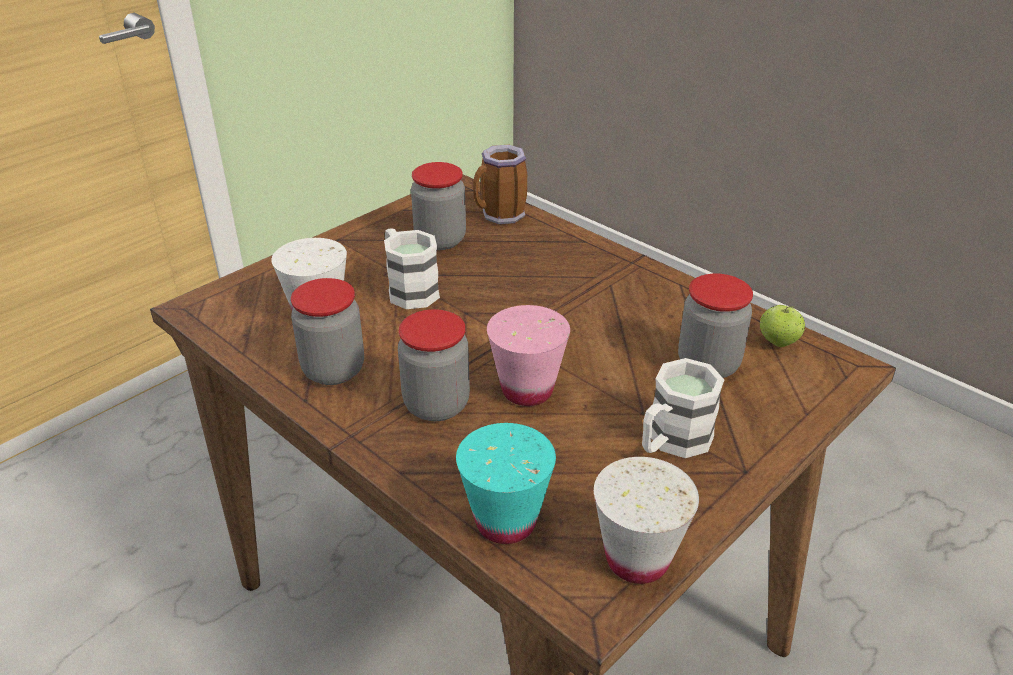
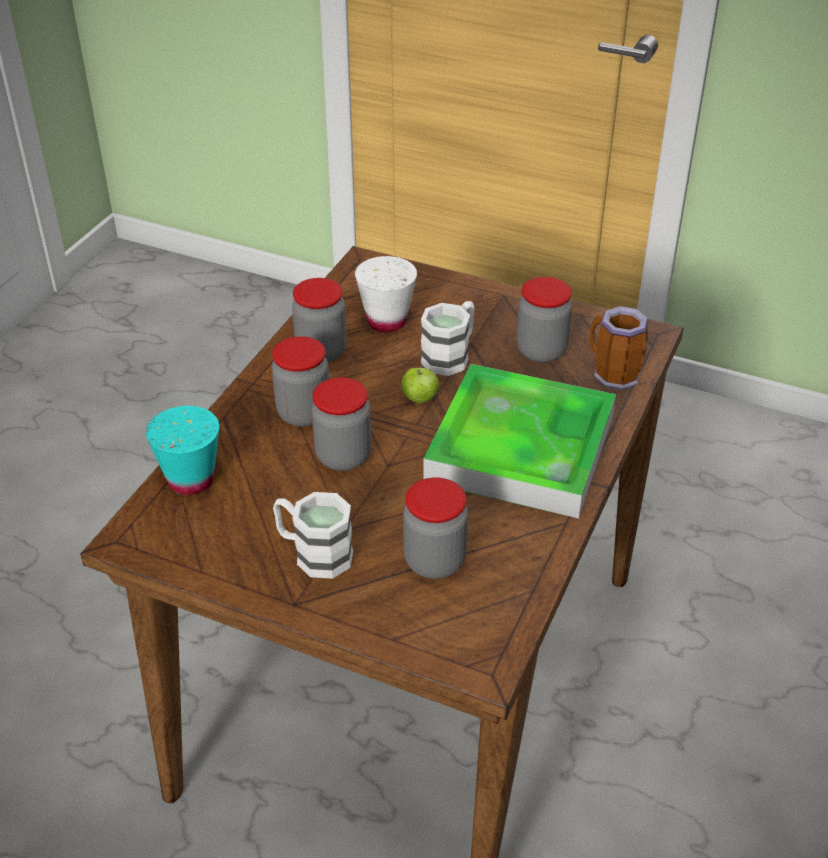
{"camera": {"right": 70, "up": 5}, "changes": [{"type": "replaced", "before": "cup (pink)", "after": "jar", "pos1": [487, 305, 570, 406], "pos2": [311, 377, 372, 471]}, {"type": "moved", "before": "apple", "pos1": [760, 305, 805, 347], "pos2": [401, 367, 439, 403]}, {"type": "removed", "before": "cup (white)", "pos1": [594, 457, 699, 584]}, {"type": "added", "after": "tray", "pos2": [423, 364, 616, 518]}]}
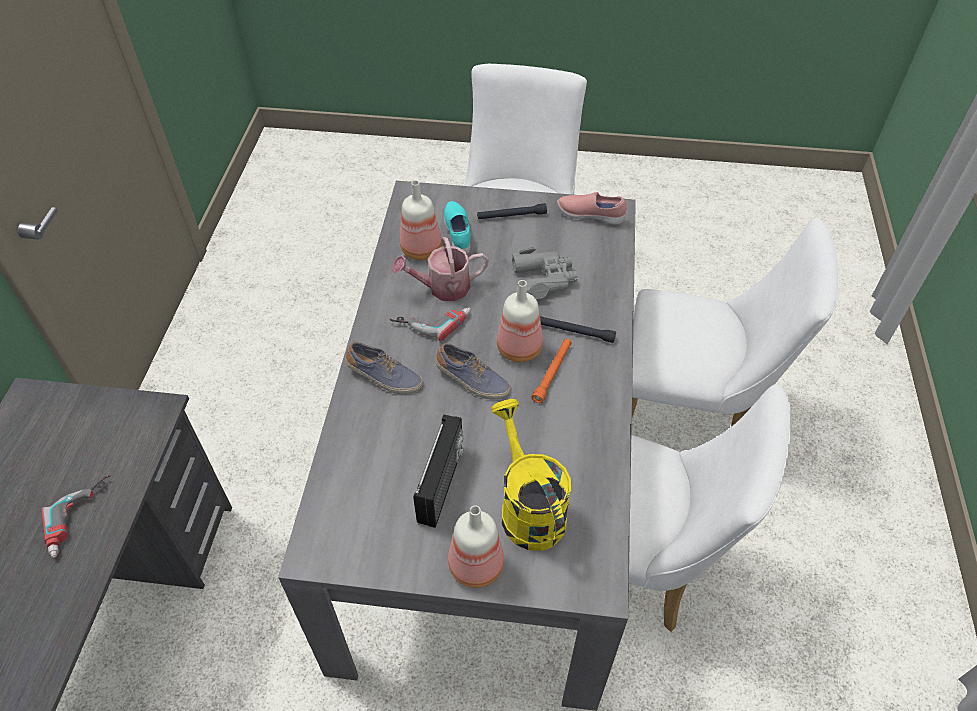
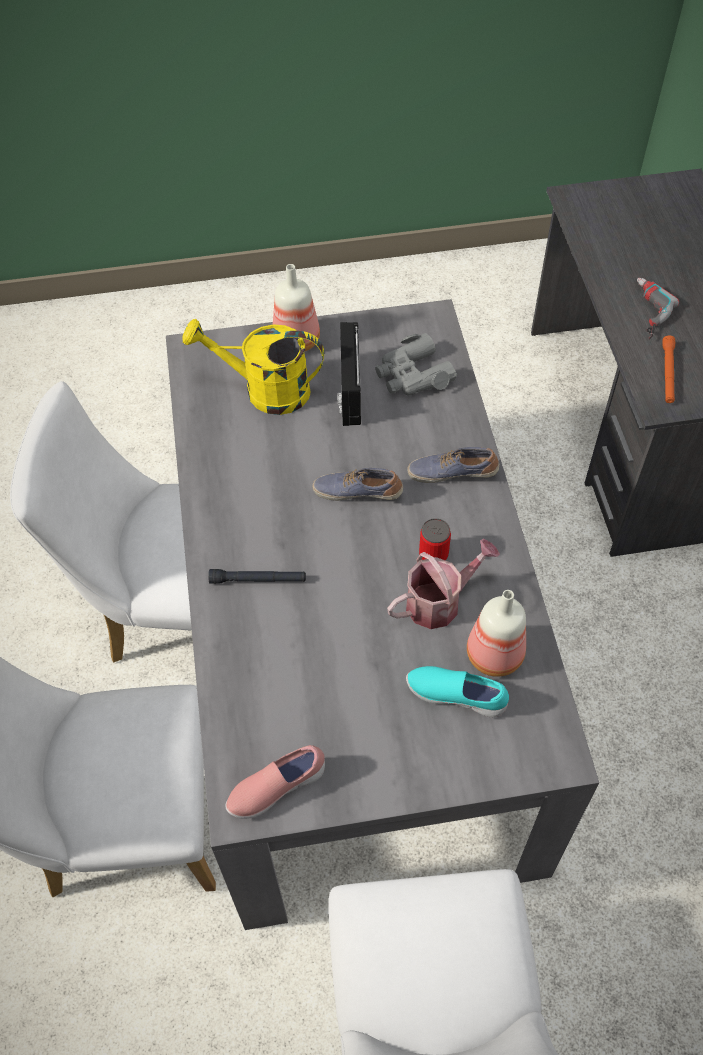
{"camera": {"right": 165, "up": 5}, "changes": [{"type": "turned", "before": "shoe (pink)", "pos1": [557, 192, 627, 225], "pos2": [226, 745, 325, 819], "turn": 150}, {"type": "turned", "before": "shoe (turquoise)", "pos1": [444, 201, 471, 254], "pos2": [406, 666, 509, 717], "turn": 135}, {"type": "removed", "before": "flashlight (black)", "pos1": [477, 203, 547, 219]}, {"type": "moved", "before": "binoculars (grey)", "pos1": [512, 247, 577, 299], "pos2": [375, 333, 457, 395]}, {"type": "removed", "before": "bottle", "pos1": [497, 280, 543, 362]}, {"type": "replaced", "before": "power drill", "after": "can", "pos1": [389, 307, 471, 341], "pos2": [419, 518, 451, 561]}, {"type": "moved", "before": "flashlight (orange)", "pos1": [532, 339, 572, 403], "pos2": [662, 335, 675, 403]}, {"type": "turned", "before": "watering can (yellow)", "pos1": [491, 399, 571, 551], "pos2": [182, 319, 324, 415], "turn": 135}]}
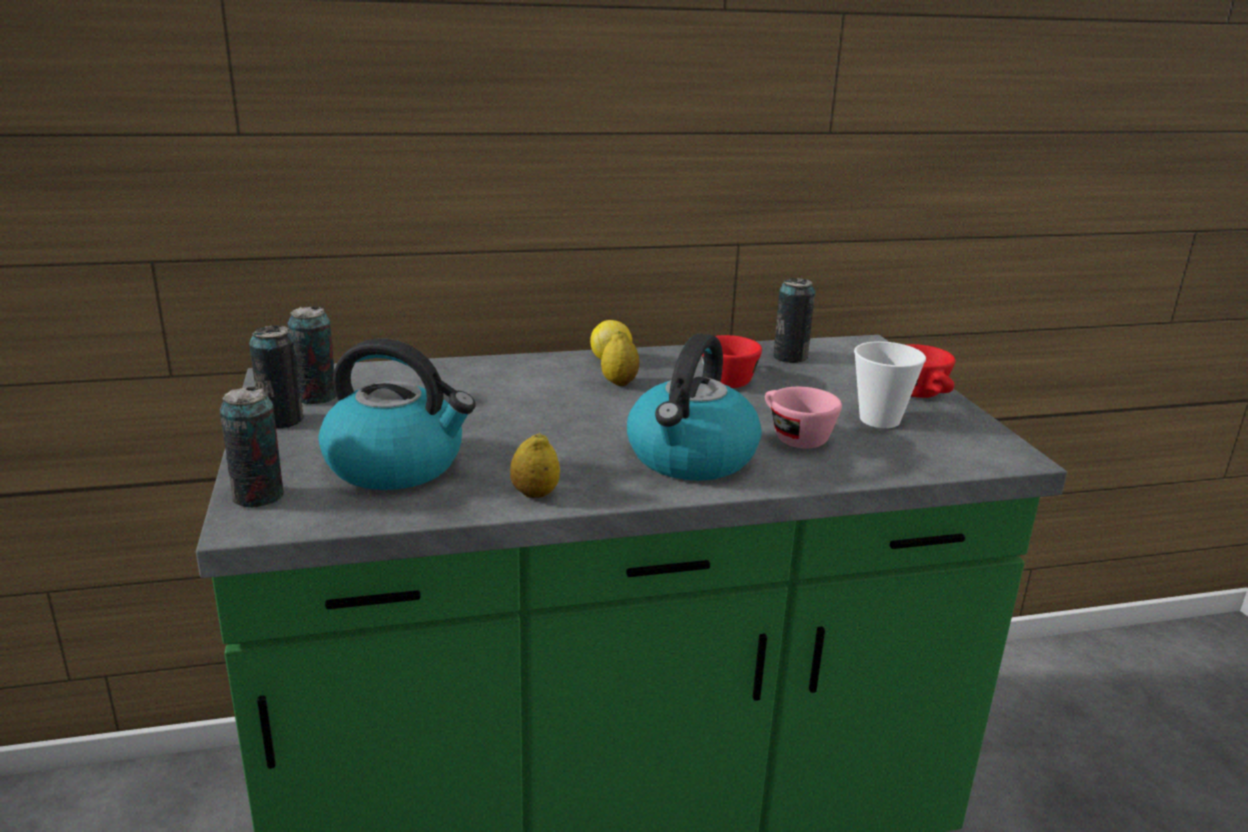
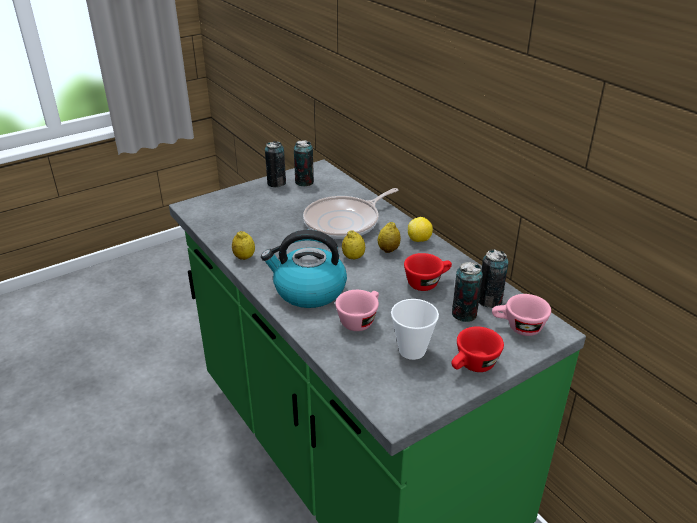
{"camera": {"right": 70, "up": 10}, "changes": [{"type": "removed", "before": "kettle", "pos1": [319, 338, 476, 490]}, {"type": "moved", "before": "can", "pos1": [219, 387, 284, 508], "pos2": [452, 262, 483, 322]}, {"type": "added", "after": "frying pan", "pos2": [303, 188, 398, 240]}, {"type": "added", "after": "lemon", "pos2": [342, 230, 365, 260]}, {"type": "added", "after": "cup (pink)", "pos2": [492, 294, 551, 336]}]}
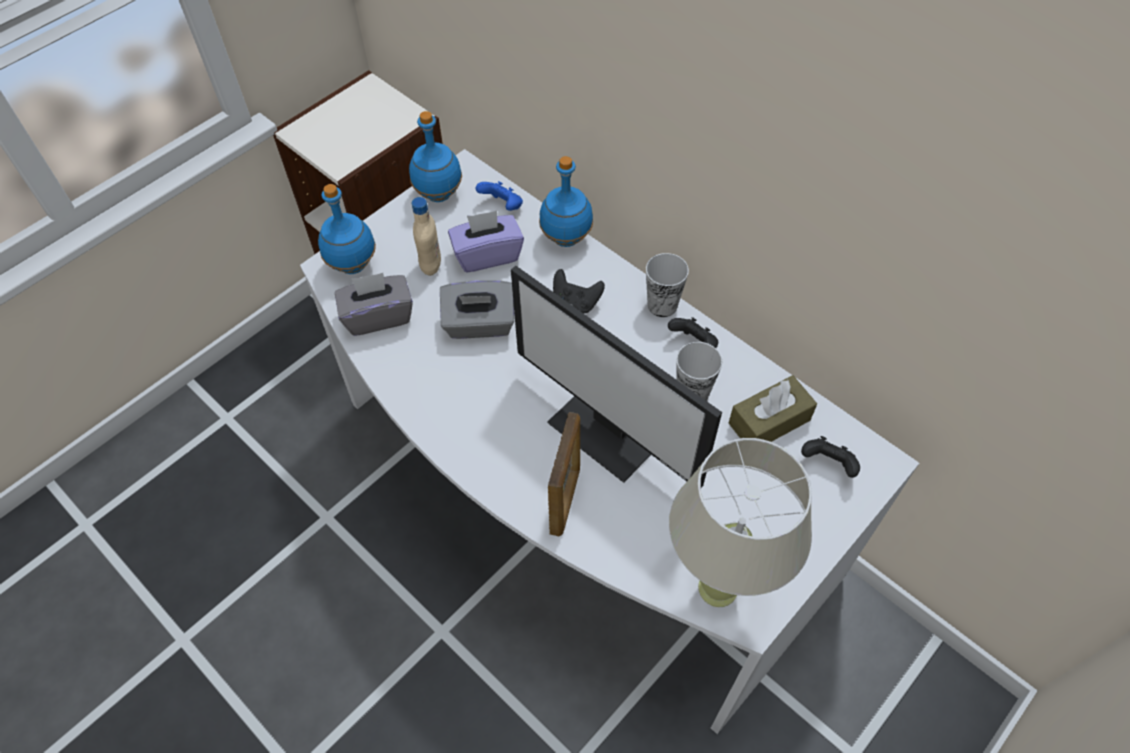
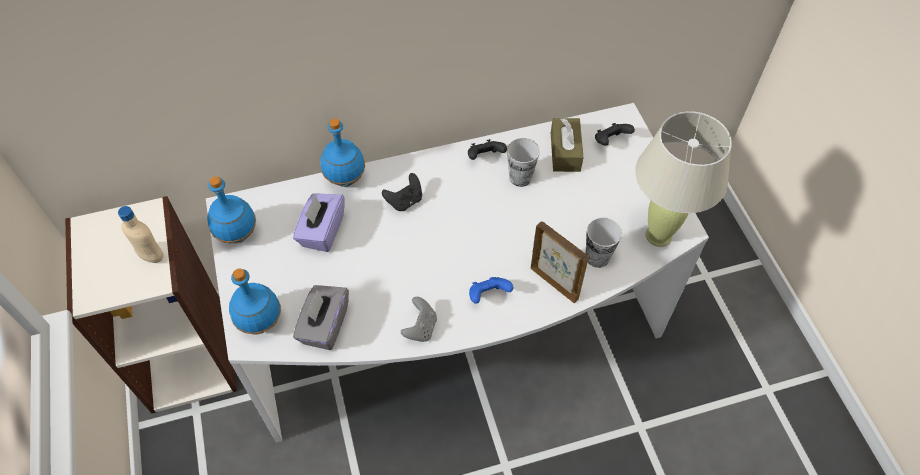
{"camera": {"right": -60, "up": 0}, "changes": [{"type": "moved", "before": "game controller (blue)", "pos1": [476, 181, 523, 211], "pos2": [469, 277, 513, 304]}, {"type": "moved", "before": "bottle (beige)", "pos1": [412, 197, 441, 276], "pos2": [118, 206, 163, 263]}, {"type": "moved", "before": "cup", "pos1": [646, 253, 689, 317], "pos2": [585, 217, 622, 268]}, {"type": "removed", "before": "monitor", "pos1": [511, 266, 722, 488]}, {"type": "removed", "before": "tissue box (grey)", "pos1": [440, 280, 514, 339]}, {"type": "added", "after": "game controller (grey)", "pos2": [401, 297, 437, 342]}]}
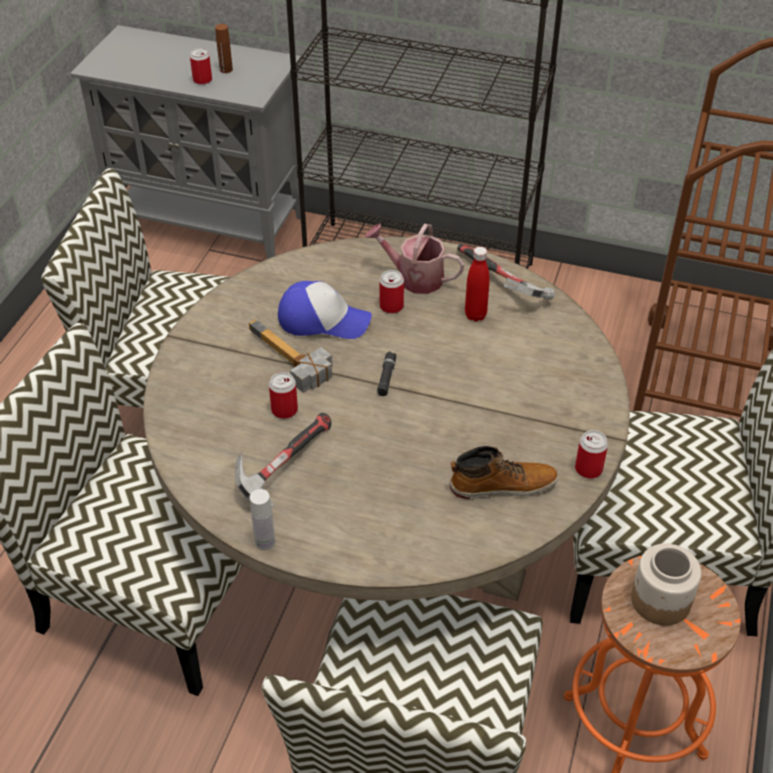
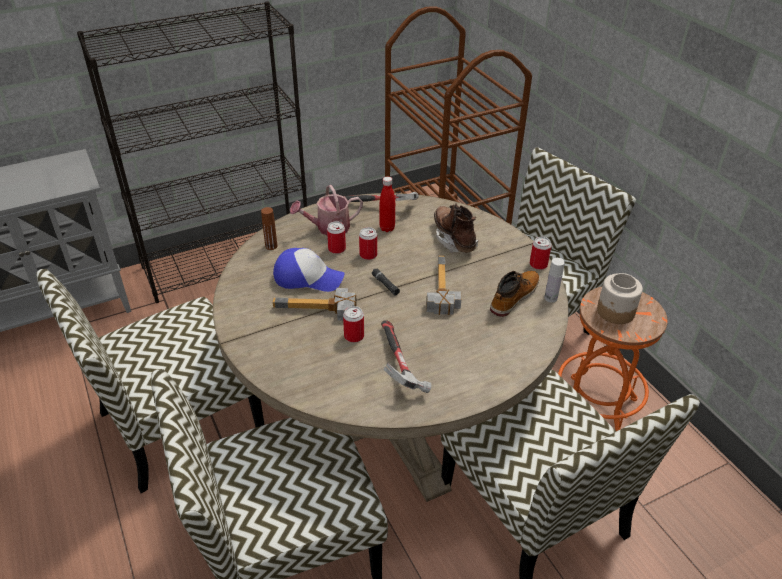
{"camera": {"right": -45, "up": -5}, "changes": [{"type": "moved", "before": "bottle (brown)", "pos1": [215, 24, 233, 73], "pos2": [261, 207, 277, 250]}, {"type": "moved", "before": "can", "pos1": [190, 48, 212, 85], "pos2": [359, 227, 377, 260]}, {"type": "turned", "before": "cap", "pos1": [278, 281, 372, 339], "pos2": [273, 248, 345, 292], "turn": 45}, {"type": "moved", "before": "bottle (white)", "pos1": [250, 489, 275, 550], "pos2": [544, 258, 565, 303]}, {"type": "added", "after": "boot (brown)", "pos2": [434, 203, 478, 253]}, {"type": "added", "after": "hammer", "pos2": [427, 256, 461, 315]}]}
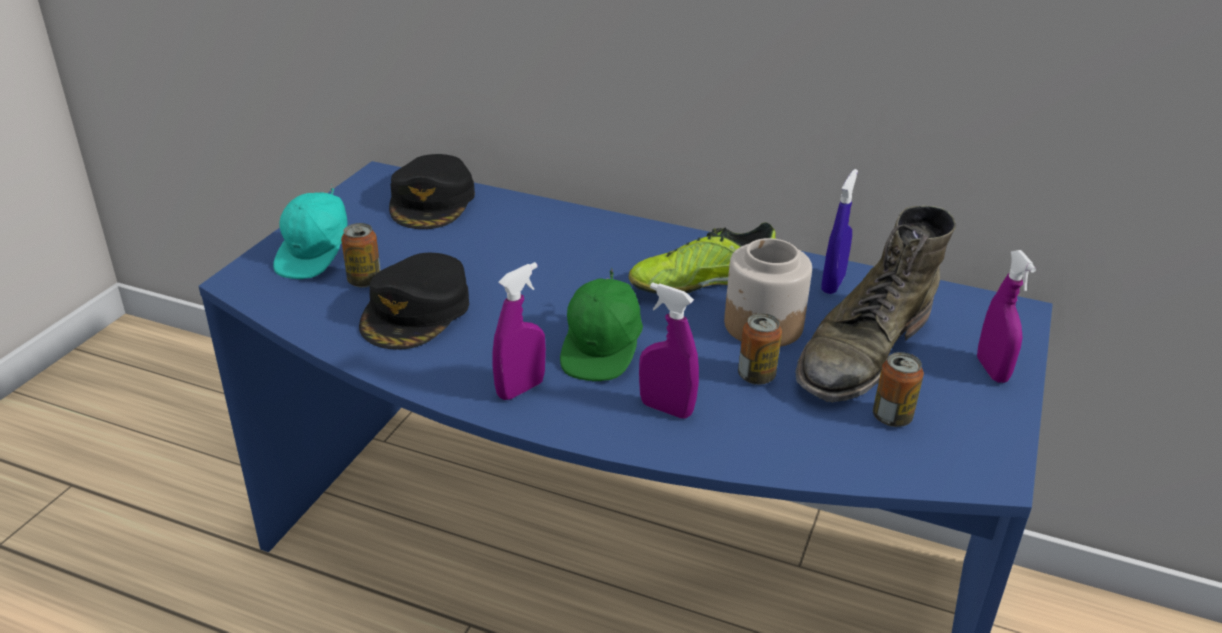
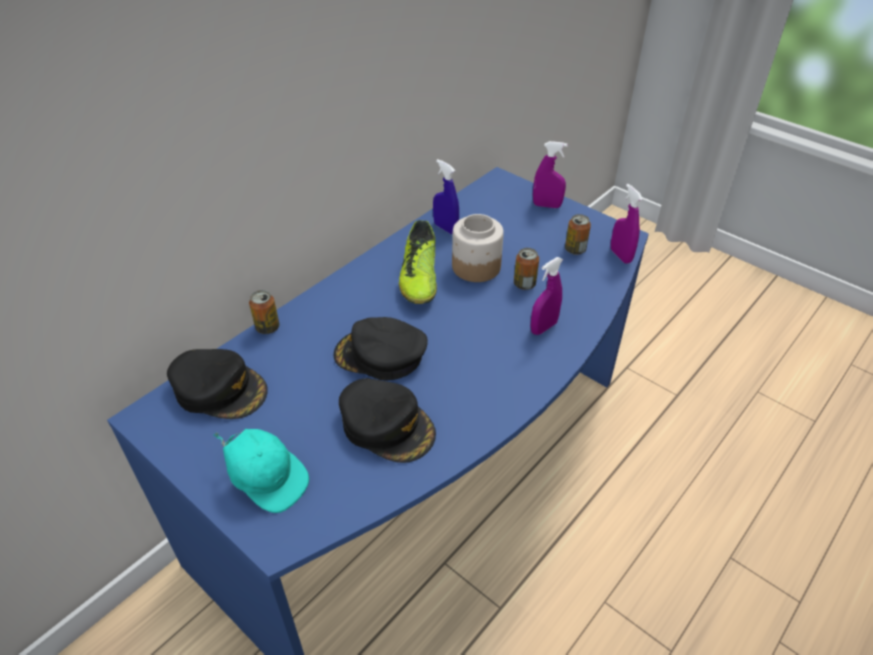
{"camera": {"right": -70, "up": 10}, "changes": [{"type": "removed", "before": "boot (green)", "pos1": [795, 205, 956, 402]}, {"type": "moved", "before": "can", "pos1": [341, 223, 381, 287], "pos2": [249, 290, 279, 334]}, {"type": "moved", "before": "spray bottle (purple)", "pos1": [492, 262, 546, 400], "pos2": [611, 184, 643, 264]}, {"type": "removed", "before": "cap (green)", "pos1": [560, 268, 643, 381]}, {"type": "added", "after": "cap (black)", "pos2": [334, 317, 428, 381]}]}
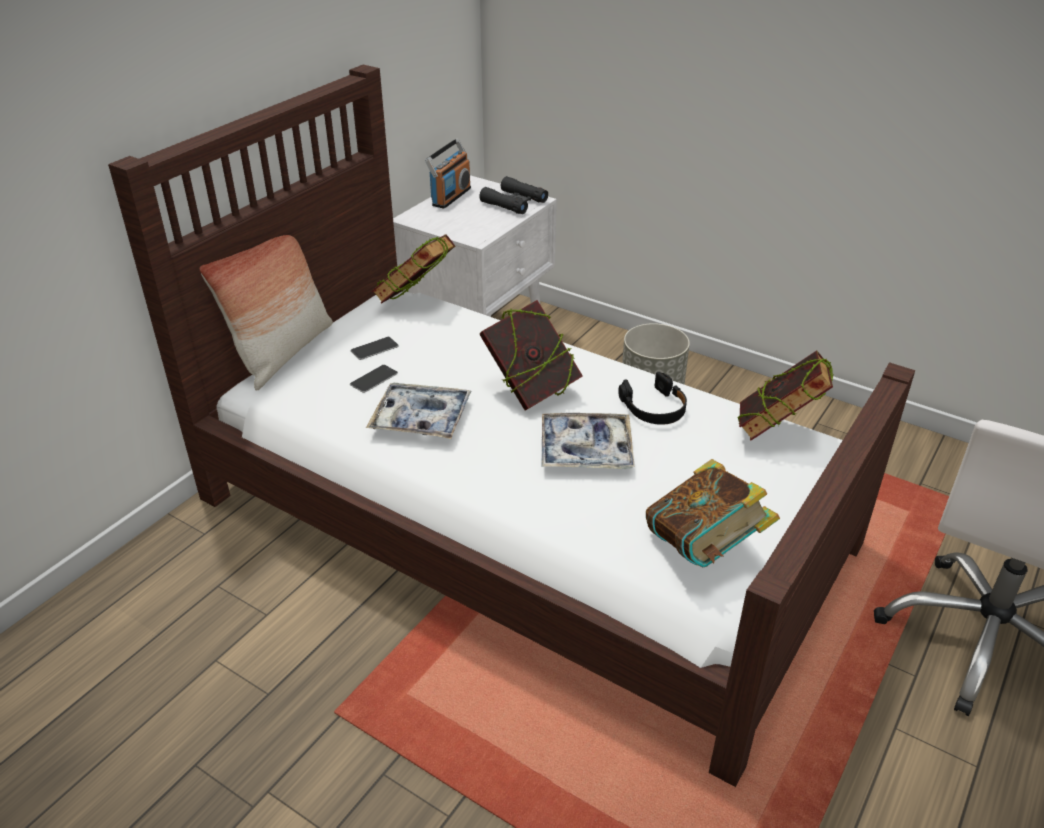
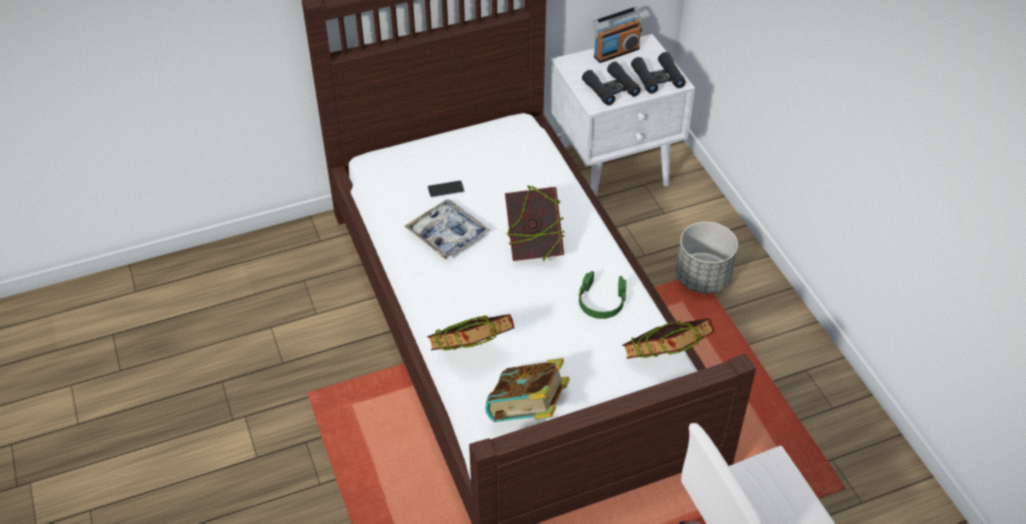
{"camera": {"right": 35, "up": 10}, "changes": [{"type": "moved", "before": "book", "pos1": [371, 234, 455, 304], "pos2": [427, 314, 514, 350]}, {"type": "removed", "before": "pillow", "pos1": [200, 235, 333, 391]}, {"type": "removed", "before": "phone", "pos1": [351, 337, 399, 360]}, {"type": "recoloured", "before": "headphones (black)", "after": "headphones (green)", "pos1": [618, 372, 687, 425], "pos2": [579, 271, 626, 319]}, {"type": "removed", "before": "tray", "pos1": [542, 413, 635, 469]}, {"type": "added", "after": "binoculars (black)", "pos2": [582, 62, 641, 106]}]}
